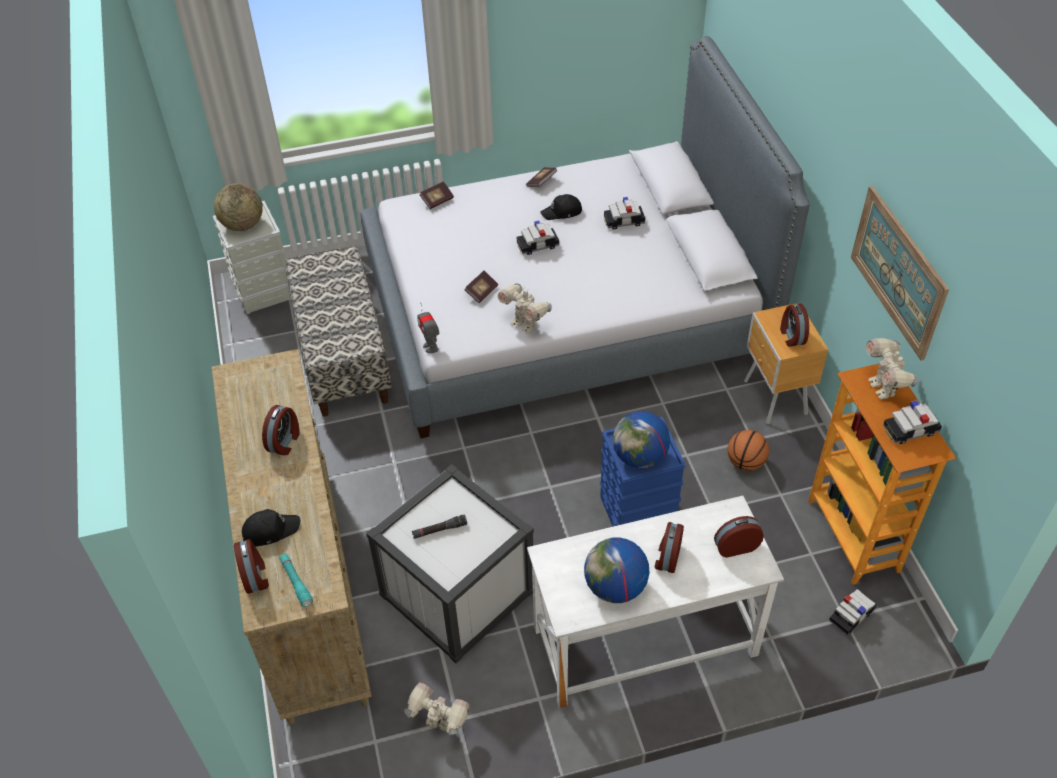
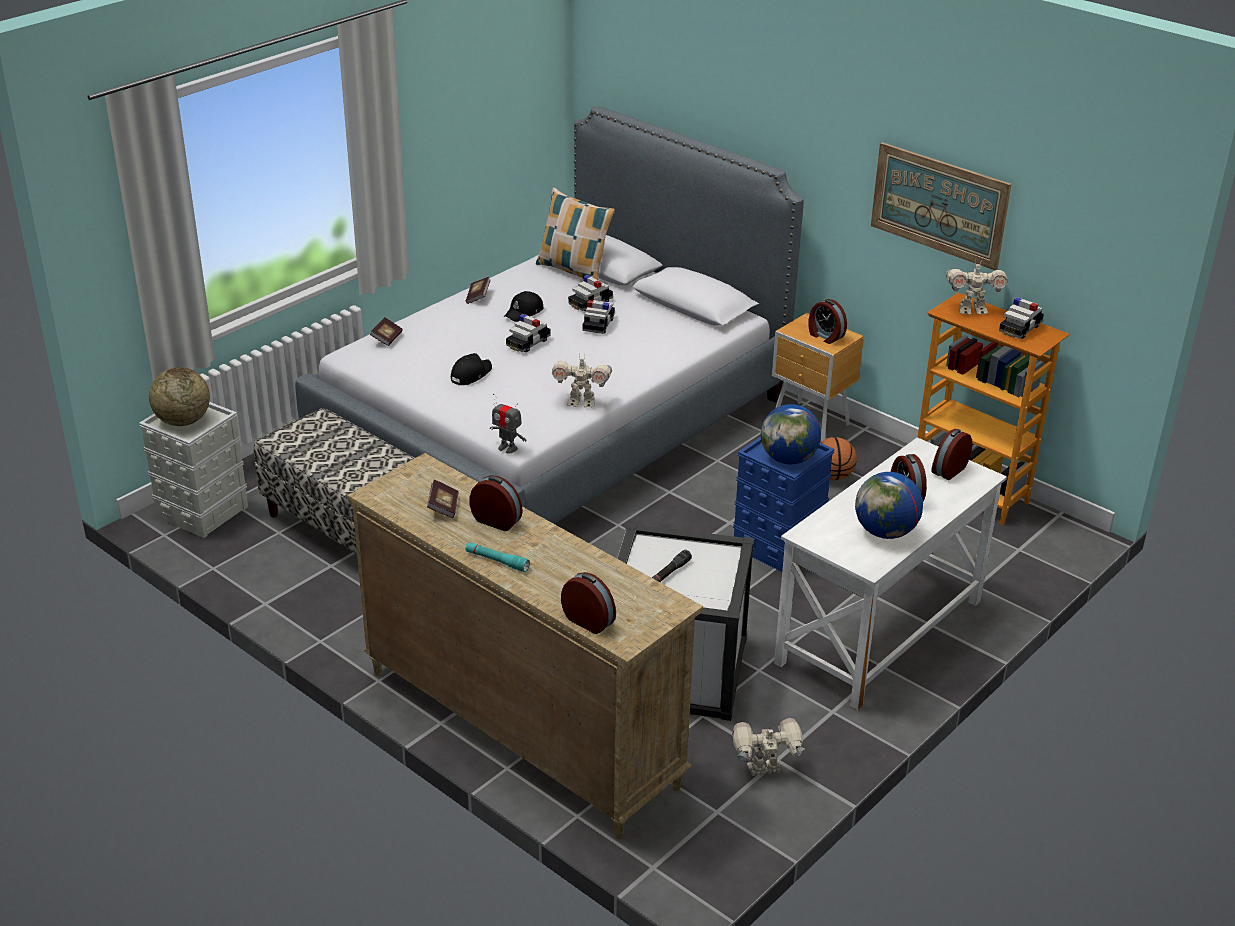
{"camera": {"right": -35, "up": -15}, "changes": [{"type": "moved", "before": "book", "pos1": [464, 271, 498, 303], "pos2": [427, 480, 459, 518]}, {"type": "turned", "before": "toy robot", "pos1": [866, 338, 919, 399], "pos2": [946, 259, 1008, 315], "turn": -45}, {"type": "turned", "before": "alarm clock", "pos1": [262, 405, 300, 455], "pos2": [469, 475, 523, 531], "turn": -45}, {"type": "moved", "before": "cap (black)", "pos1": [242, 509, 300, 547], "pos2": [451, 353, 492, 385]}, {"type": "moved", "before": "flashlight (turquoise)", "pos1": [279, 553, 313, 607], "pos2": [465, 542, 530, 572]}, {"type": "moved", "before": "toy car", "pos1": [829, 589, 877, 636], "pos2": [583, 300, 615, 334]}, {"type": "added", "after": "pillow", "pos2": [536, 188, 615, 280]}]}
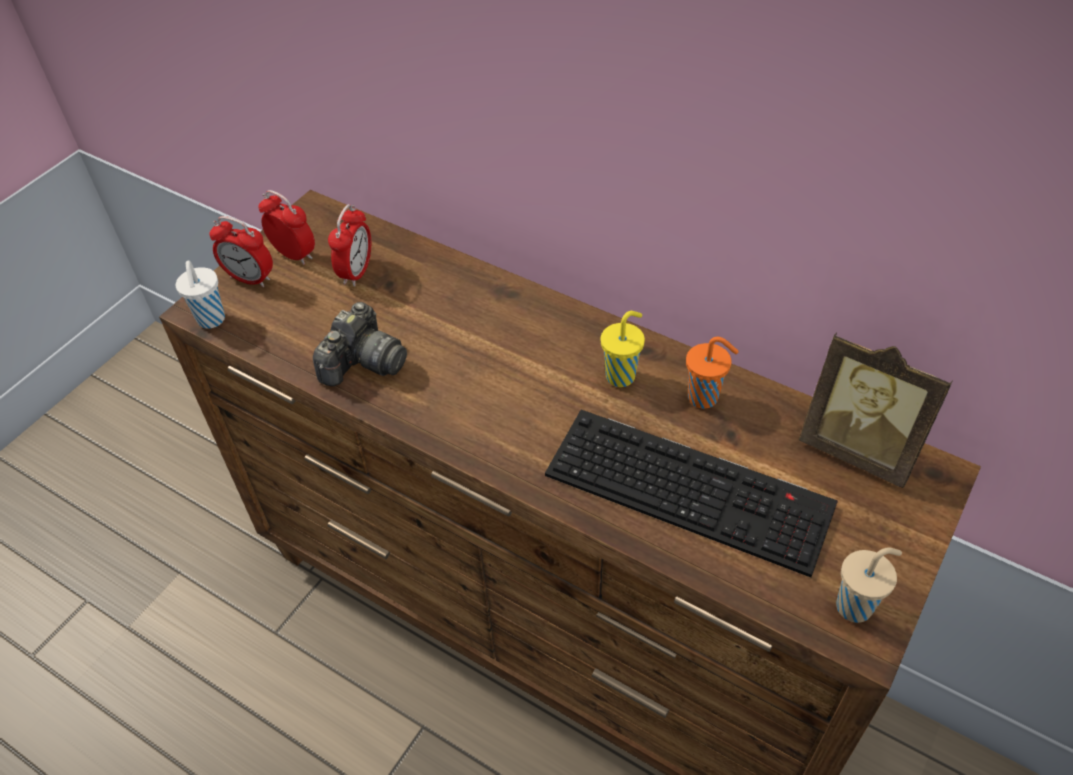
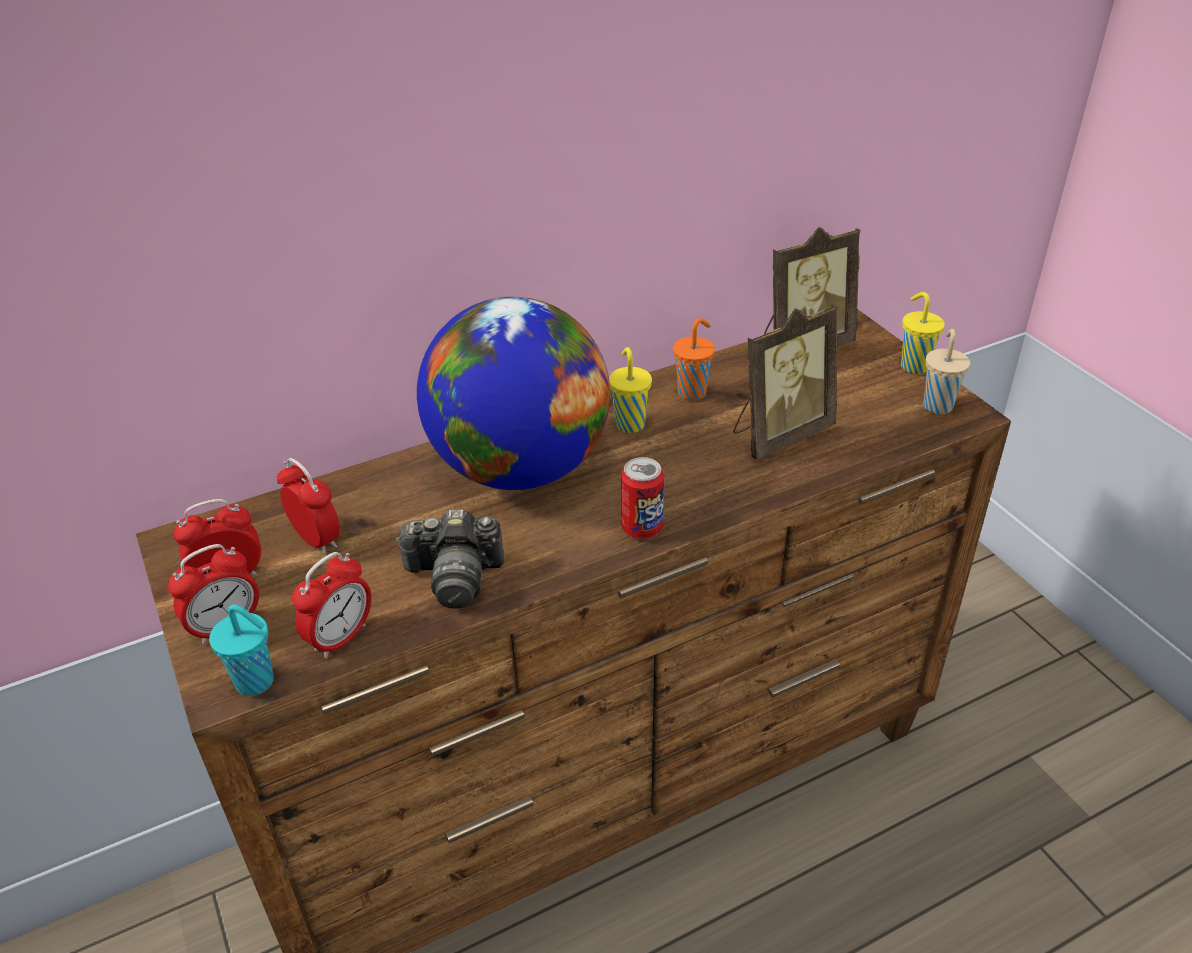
{"camera": {"right": -60, "up": -10}, "changes": [{"type": "recoloured", "before": "cup (white)", "after": "cup (turquoise)", "pos1": [176, 260, 225, 329], "pos2": [209, 604, 274, 696]}, {"type": "turned", "before": "photo camera", "pos1": [313, 302, 407, 386], "pos2": [395, 509, 504, 608], "turn": 120}, {"type": "replaced", "before": "keyboard", "after": "picture frame", "pos1": [545, 410, 838, 577], "pos2": [733, 304, 838, 460]}, {"type": "added", "after": "cup (yellow)", "pos2": [901, 292, 945, 374]}, {"type": "added", "after": "globe", "pos2": [417, 297, 610, 490]}, {"type": "added", "after": "can", "pos2": [621, 457, 664, 539]}, {"type": "added", "after": "alarm clock", "pos2": [292, 552, 371, 658]}]}
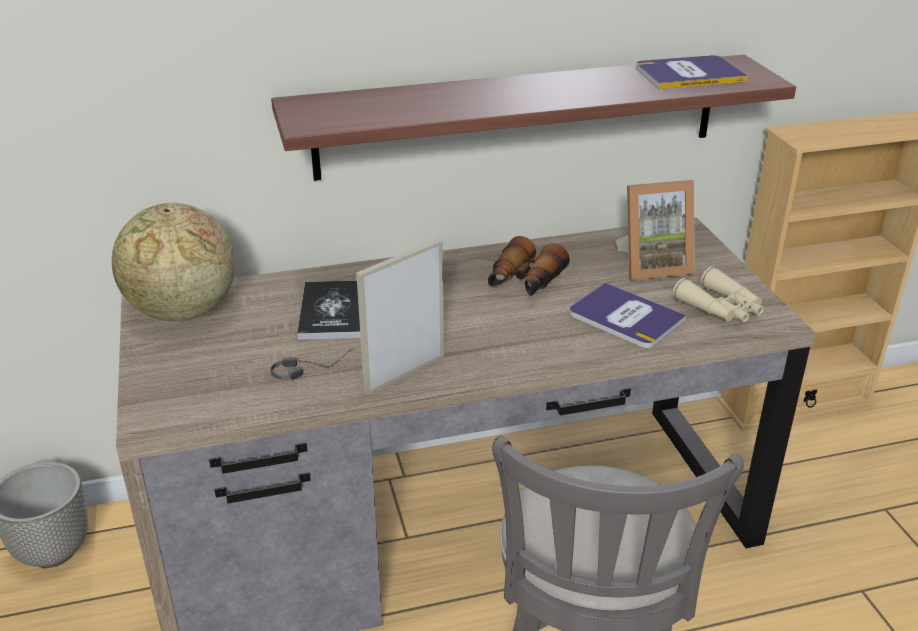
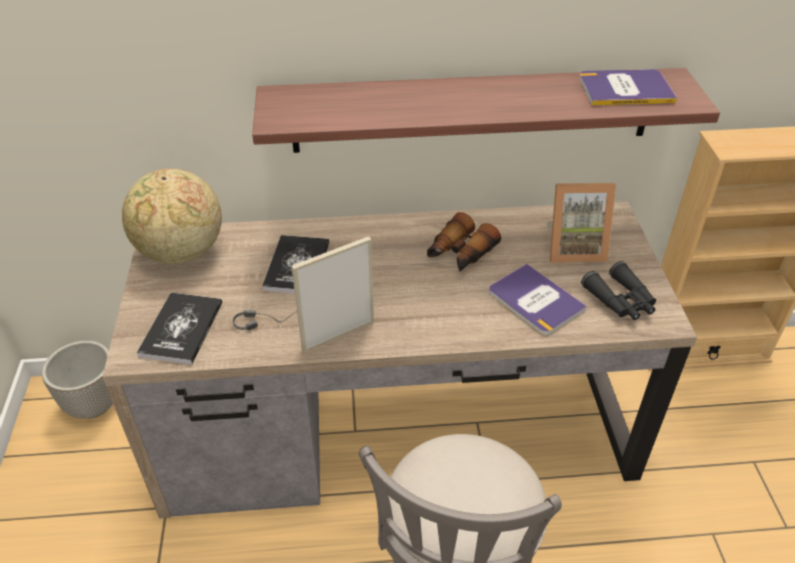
{"camera": {"right": 10, "up": 10}, "changes": [{"type": "recoloured", "before": "binoculars (beige)", "after": "binoculars (black)", "pos1": [673, 267, 764, 322], "pos2": [581, 261, 656, 320]}, {"type": "added", "after": "book", "pos2": [137, 293, 222, 365]}]}
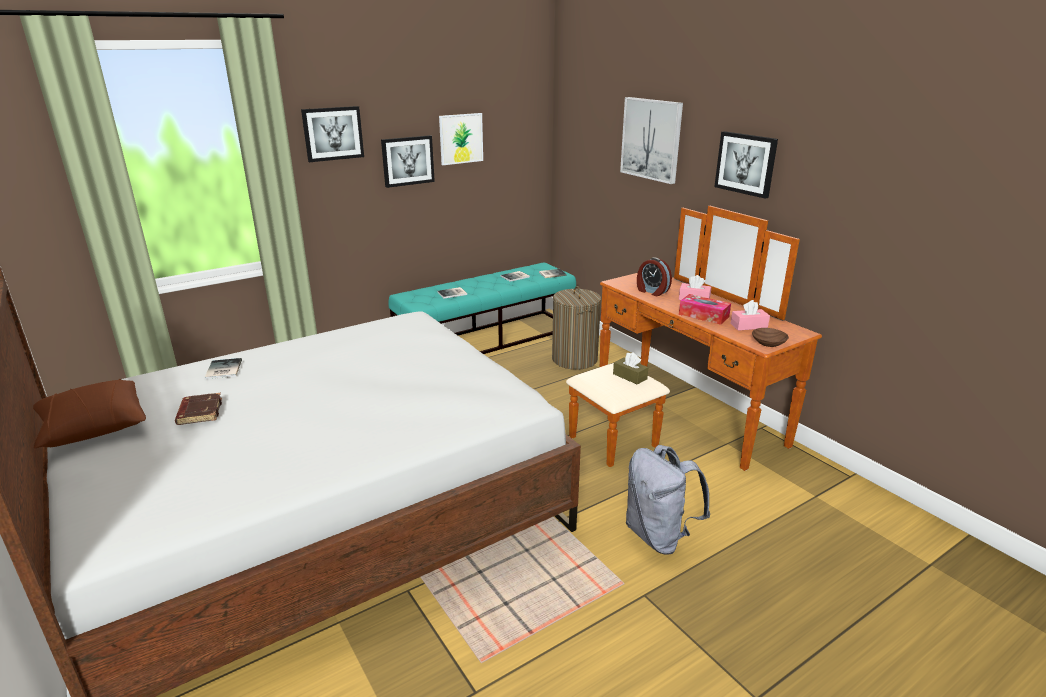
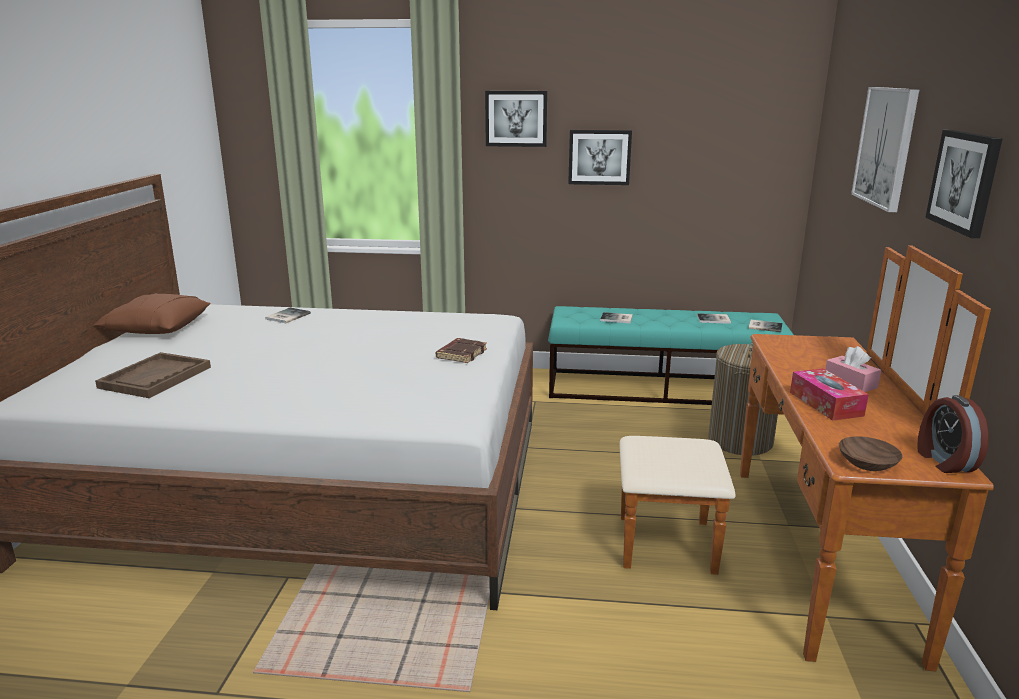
{"camera": {"right": 40, "up": -5}, "changes": [{"type": "removed", "before": "picture", "pos1": [439, 113, 483, 165]}, {"type": "moved", "before": "alarm clock", "pos1": [637, 257, 672, 296], "pos2": [917, 395, 989, 473]}, {"type": "removed", "before": "tissue box (pink)", "pos1": [730, 300, 770, 331]}, {"type": "removed", "before": "tissue box (brown)", "pos1": [613, 352, 648, 385]}, {"type": "moved", "before": "book (brown)", "pos1": [175, 393, 222, 425], "pos2": [436, 338, 487, 363]}, {"type": "removed", "before": "backpack (grey)", "pos1": [626, 445, 710, 555]}, {"type": "added", "after": "tray (brown)", "pos2": [95, 352, 211, 398]}]}
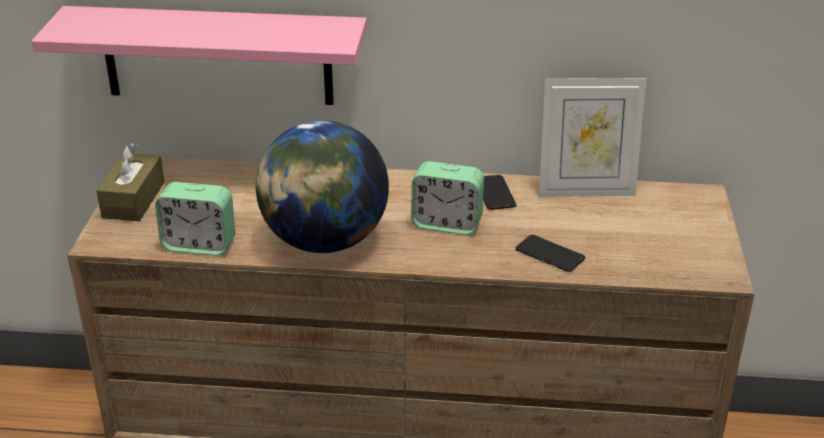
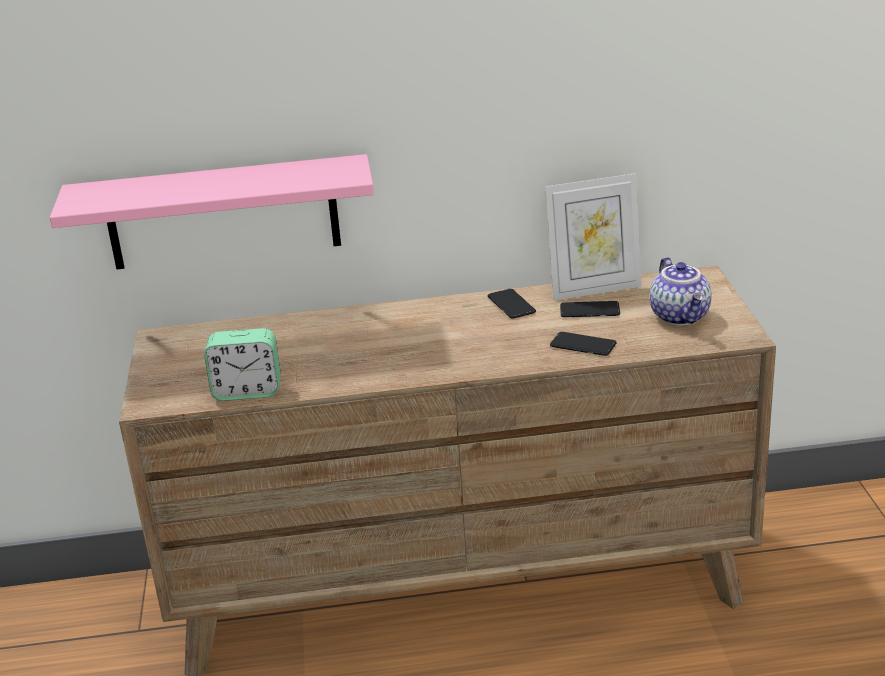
{"camera": {"right": -10, "up": -5}, "changes": [{"type": "removed", "before": "globe", "pos1": [256, 120, 389, 253]}, {"type": "removed", "before": "tissue box (brown)", "pos1": [97, 143, 164, 221]}, {"type": "removed", "before": "alarm clock", "pos1": [411, 161, 484, 235]}, {"type": "added", "after": "teapot", "pos2": [650, 257, 712, 326]}, {"type": "added", "after": "phone", "pos2": [560, 301, 620, 317]}]}
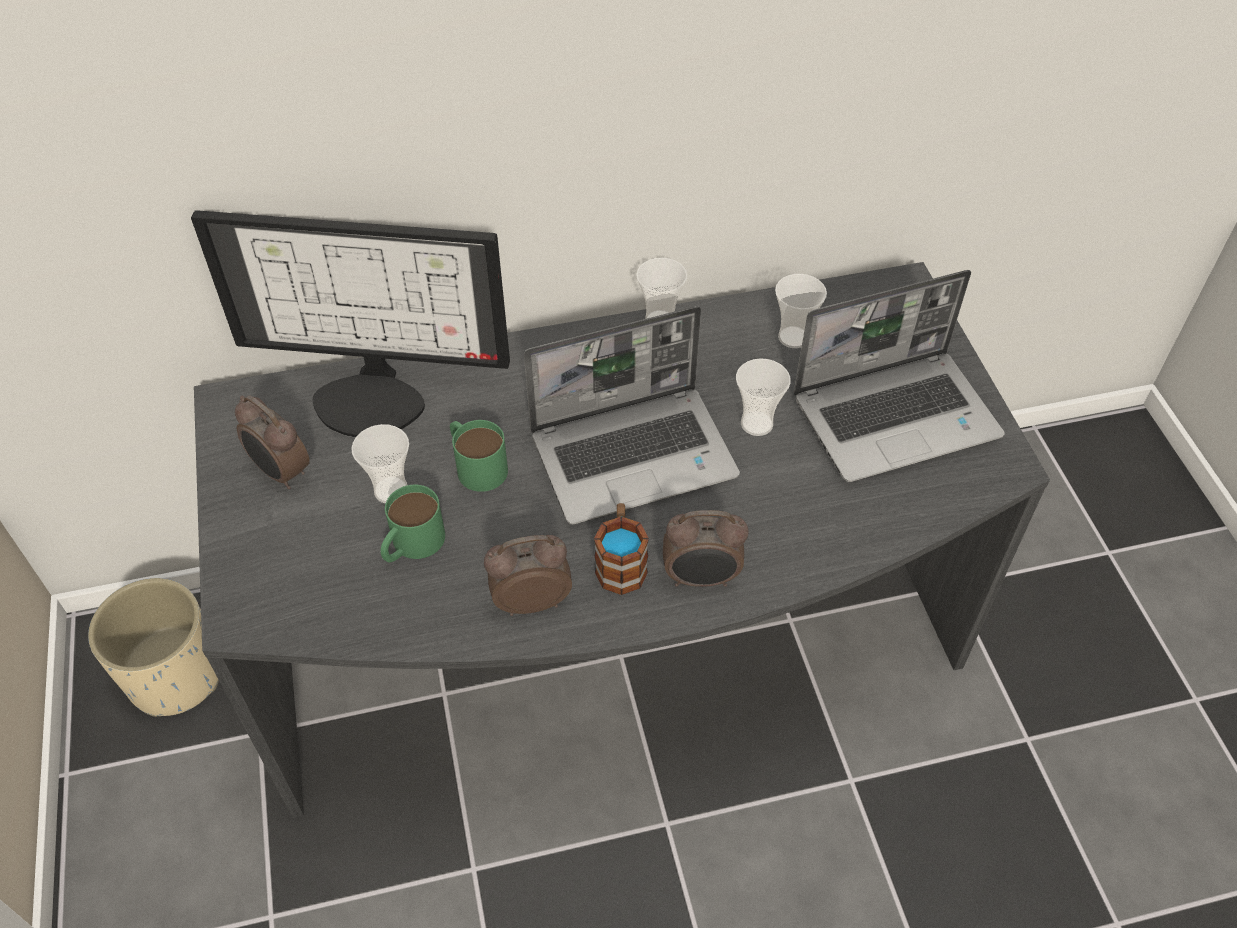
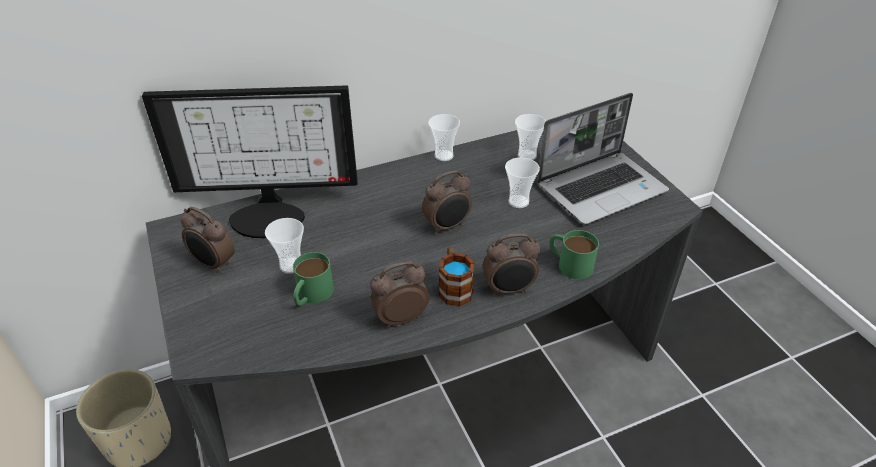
{"camera": {"right": -10, "up": -10}, "changes": [{"type": "replaced", "before": "laptop", "after": "alarm clock", "pos1": [524, 306, 740, 525], "pos2": [422, 170, 472, 235]}, {"type": "moved", "before": "mug (green)", "pos1": [450, 420, 508, 492], "pos2": [549, 230, 599, 279]}]}
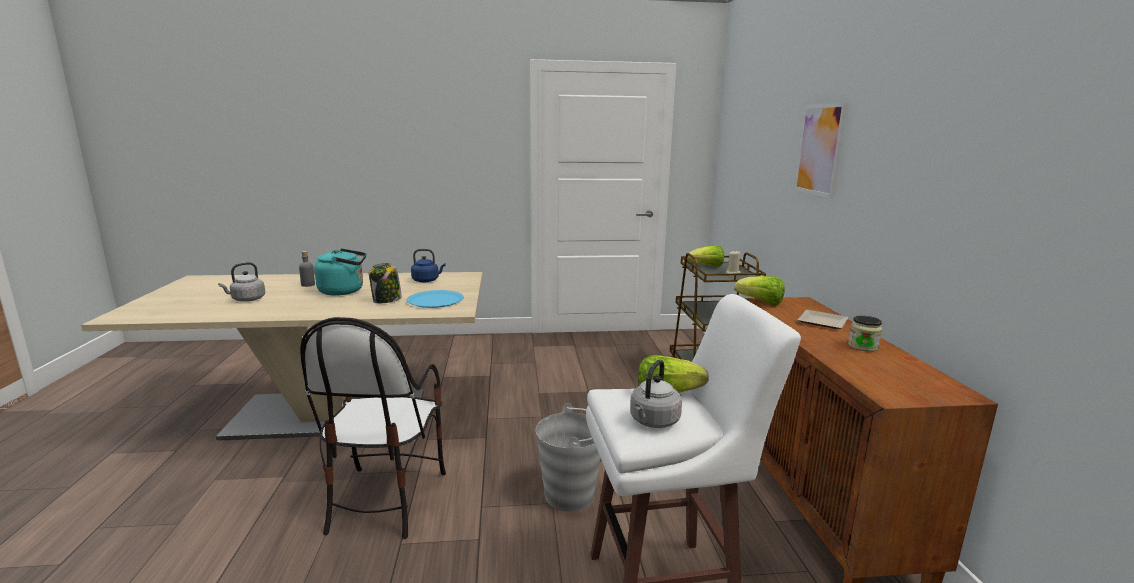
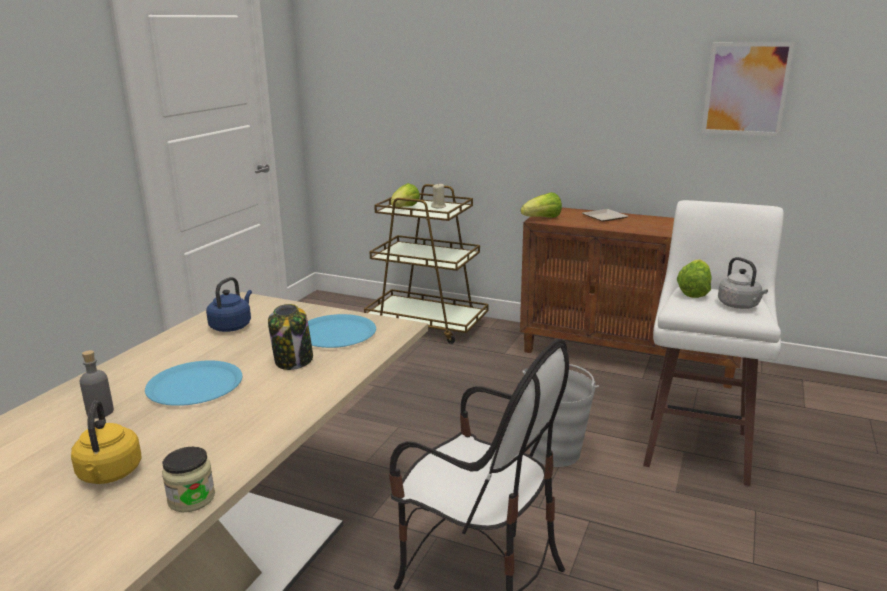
{"camera": {"right": -60, "up": 5}, "changes": [{"type": "moved", "before": "picture", "pos1": [794, 102, 847, 198], "pos2": [702, 42, 795, 136]}, {"type": "replaced", "before": "kettle (turquoise)", "after": "plate (blue)", "pos1": [314, 248, 366, 296], "pos2": [145, 361, 243, 406]}, {"type": "recoloured", "before": "kettle (grey)", "after": "kettle (yellow)", "pos1": [218, 262, 265, 302], "pos2": [71, 400, 142, 484]}, {"type": "moved", "before": "jar", "pos1": [848, 316, 882, 352], "pos2": [162, 447, 215, 512]}]}
